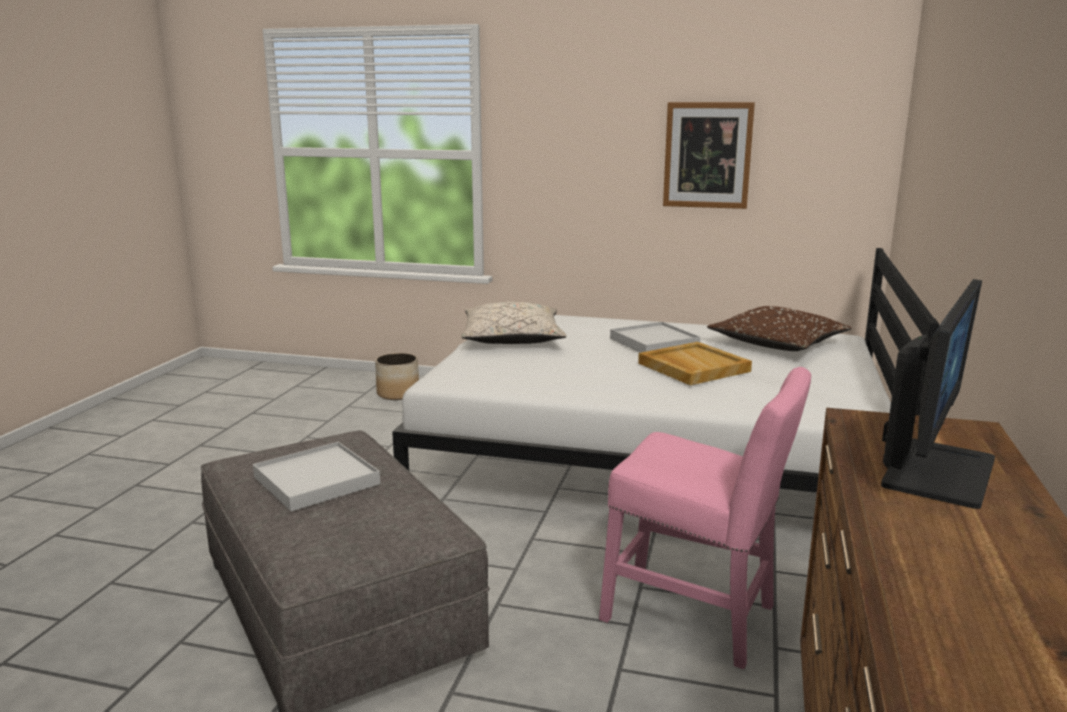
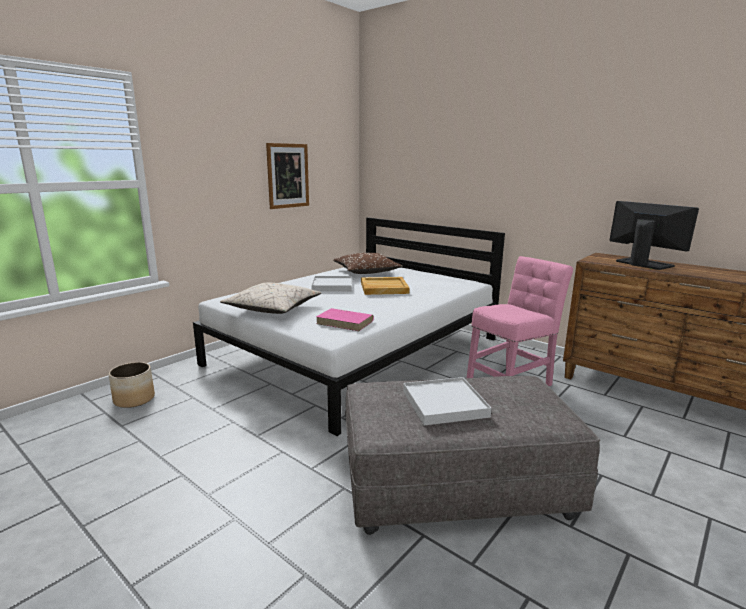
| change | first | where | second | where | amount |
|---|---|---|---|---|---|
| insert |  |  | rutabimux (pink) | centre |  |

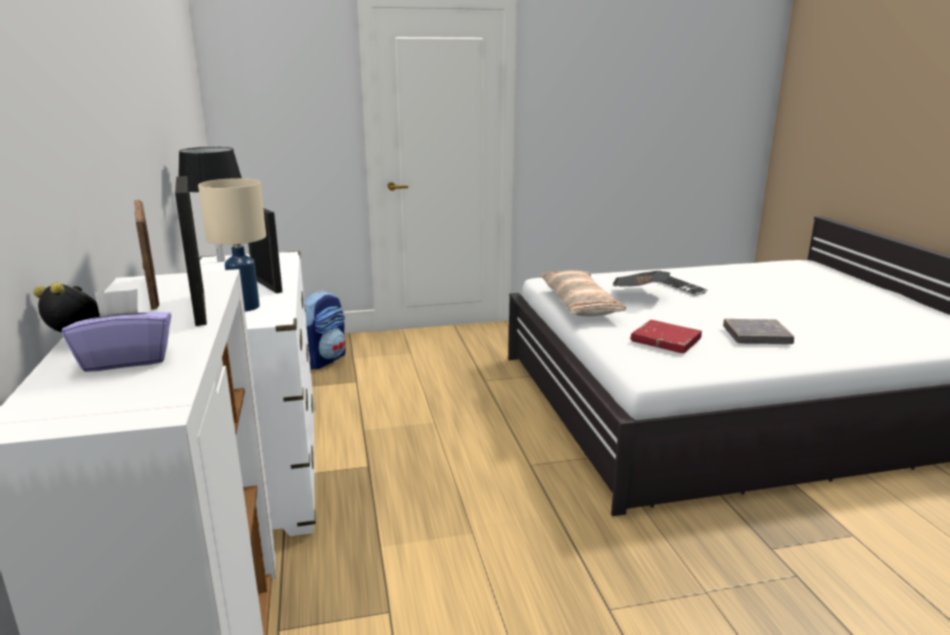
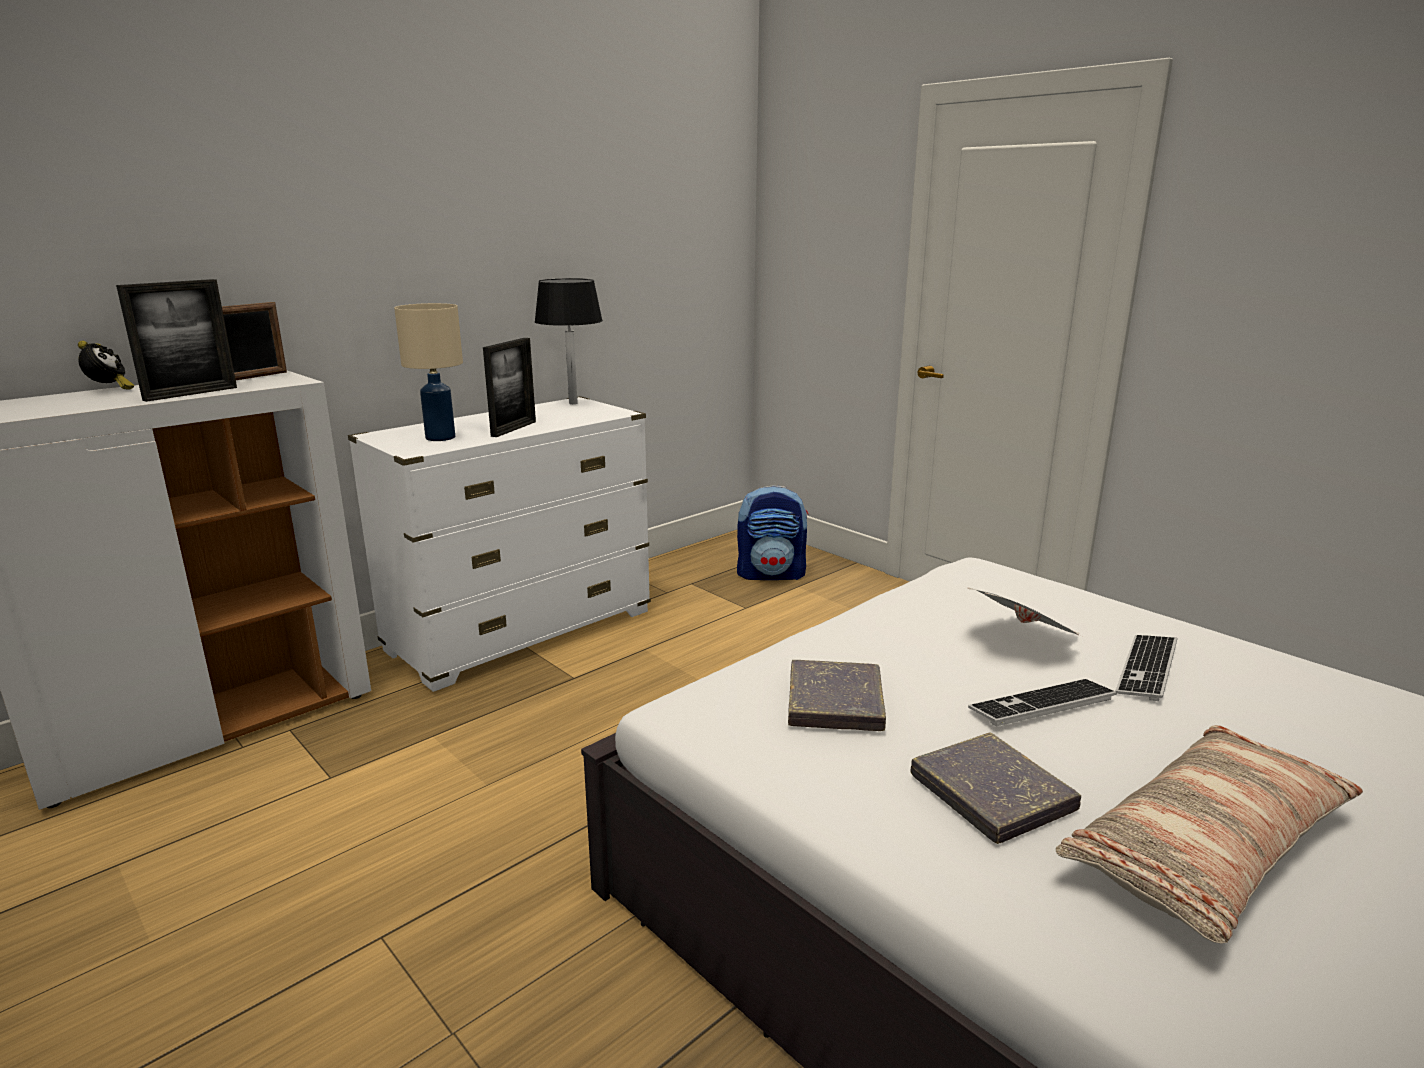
| change | first | where | second | where | amount |
|---|---|---|---|---|---|
| move | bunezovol | centre |  | bottom right |  |
| delete | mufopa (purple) | middle left |  |  |  |
| recolor | rutabimux (red) | middle right | rutabimux (grey) (1st from left) | centre |  |
| insert |  |  | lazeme (1st from left) | middle right |  |

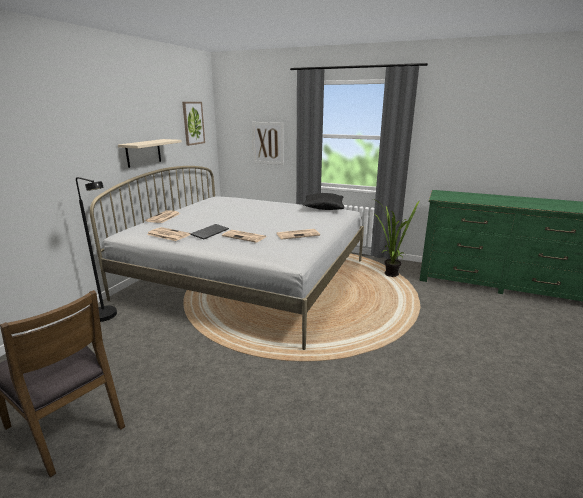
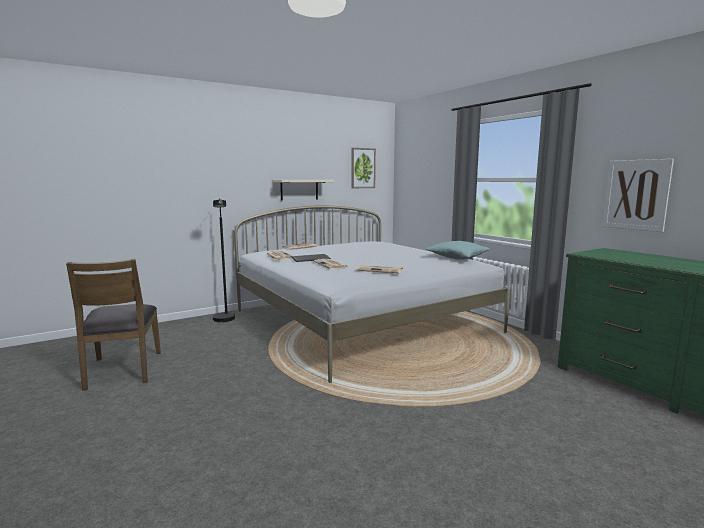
| change | first | where | second | where | amount |
|---|---|---|---|---|---|
| move | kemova (2nd from left) | top centre |  | middle right |  |
| recolor | bunezovol (black) | centre | bunezovol (turquoise) | centre |  |
| delete | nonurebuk | middle right |  |  |  |

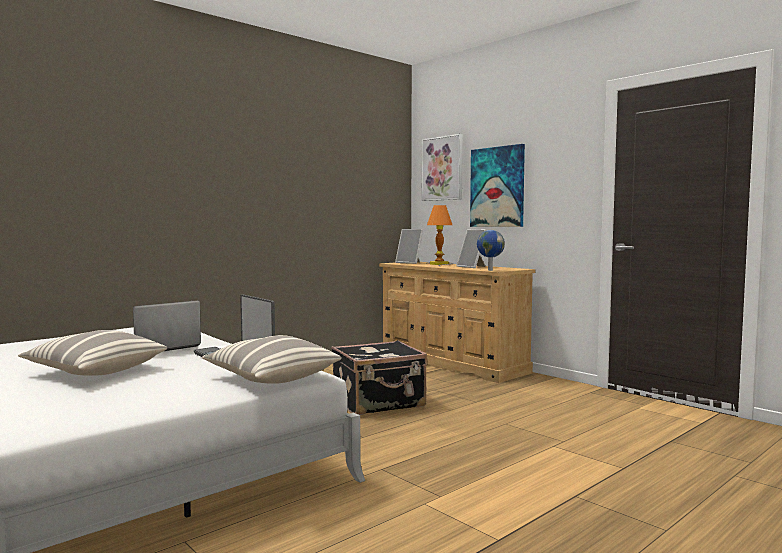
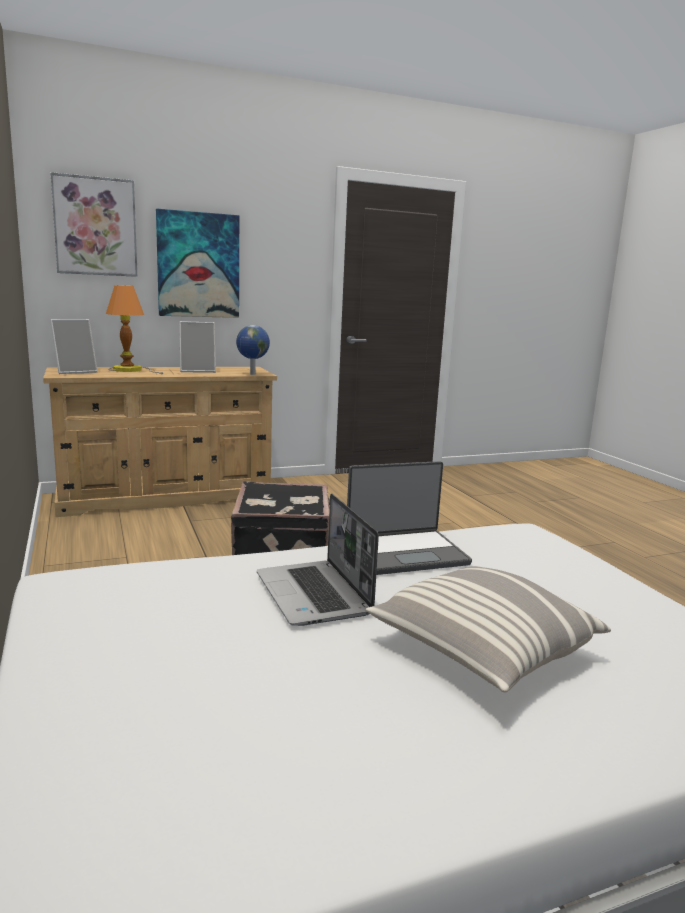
| change | first | where | second | where | amount |
|---|---|---|---|---|---|
| delete | bunezovol (2nd from left) | centre |  |  |  |

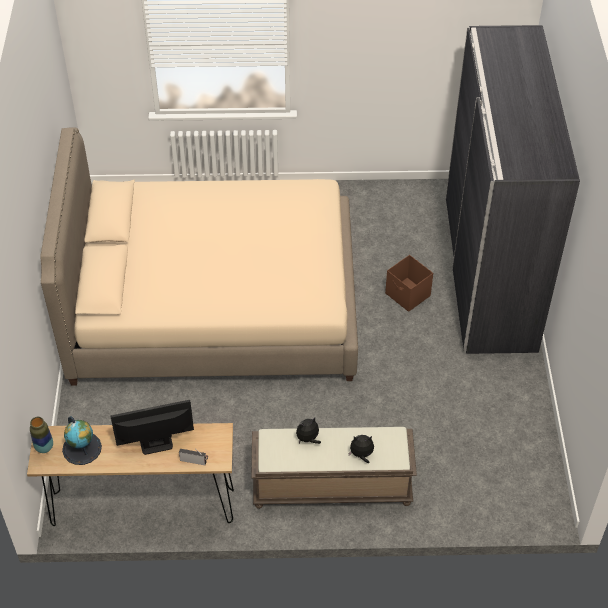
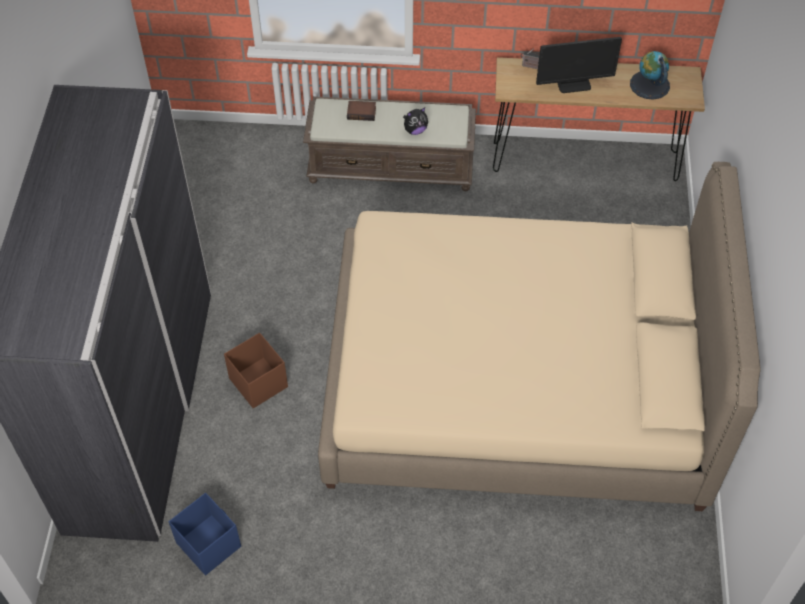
| change | first | where | second | where | amount |
|---|---|---|---|---|---|
| delete | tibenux | bottom left |  |  |  |
| replace | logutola (2nd from left) | bottom centre | rutabimux | top centre |  |
| insert |  |  | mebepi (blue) | bottom left |  |

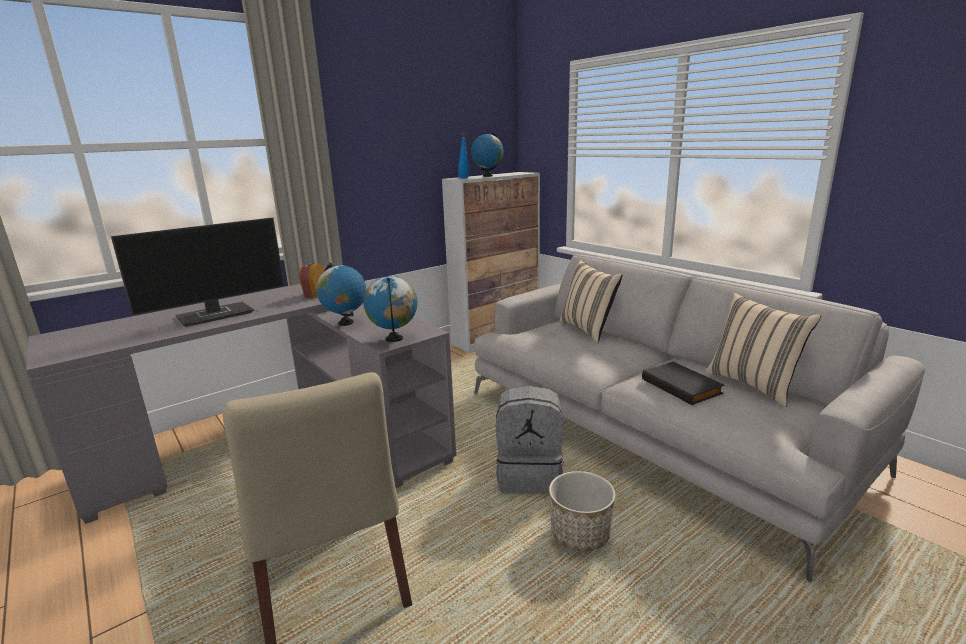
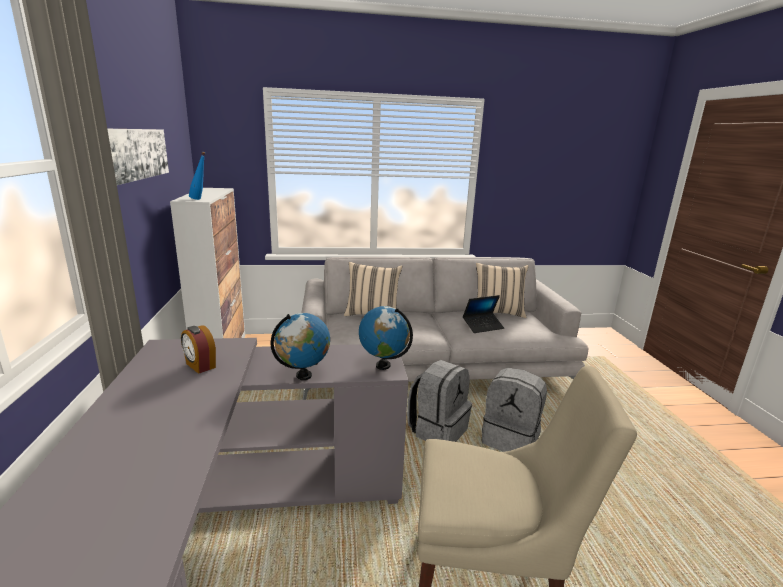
| change | first | where | second | where | amount |
|---|---|---|---|---|---|
| delete | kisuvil (3rd from left) | top centre |  |  |  |
| delete | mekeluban | middle left |  |  |  |
| replace | rutabimux (black) | middle right | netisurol | centre |  |
| replace | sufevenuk | bottom centre | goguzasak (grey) (2nd from left) | bottom centre |  |
| insert |  |  | kemova | top left |  |

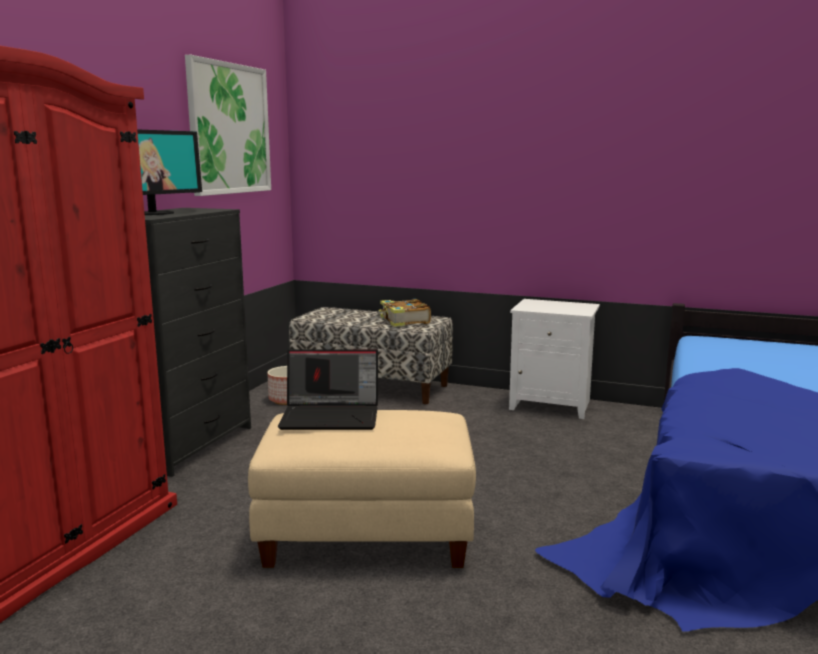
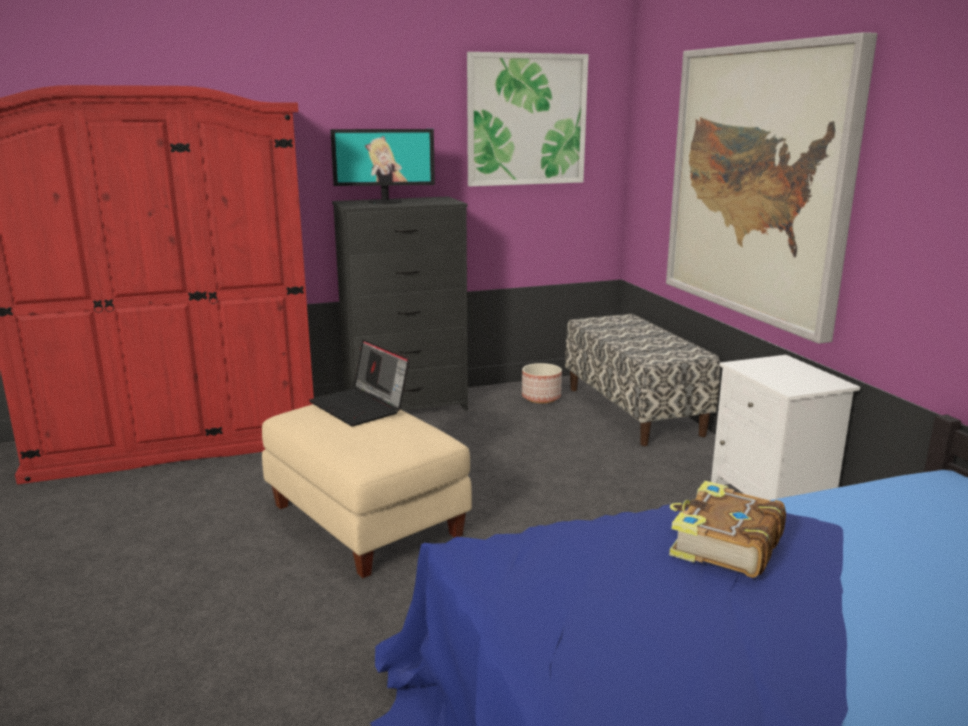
| change | first | where | second | where | amount |
|---|---|---|---|---|---|
| move | rutabimux | centre |  | bottom right |  |
| insert |  |  | kemova (2nd from left) | top right |  |

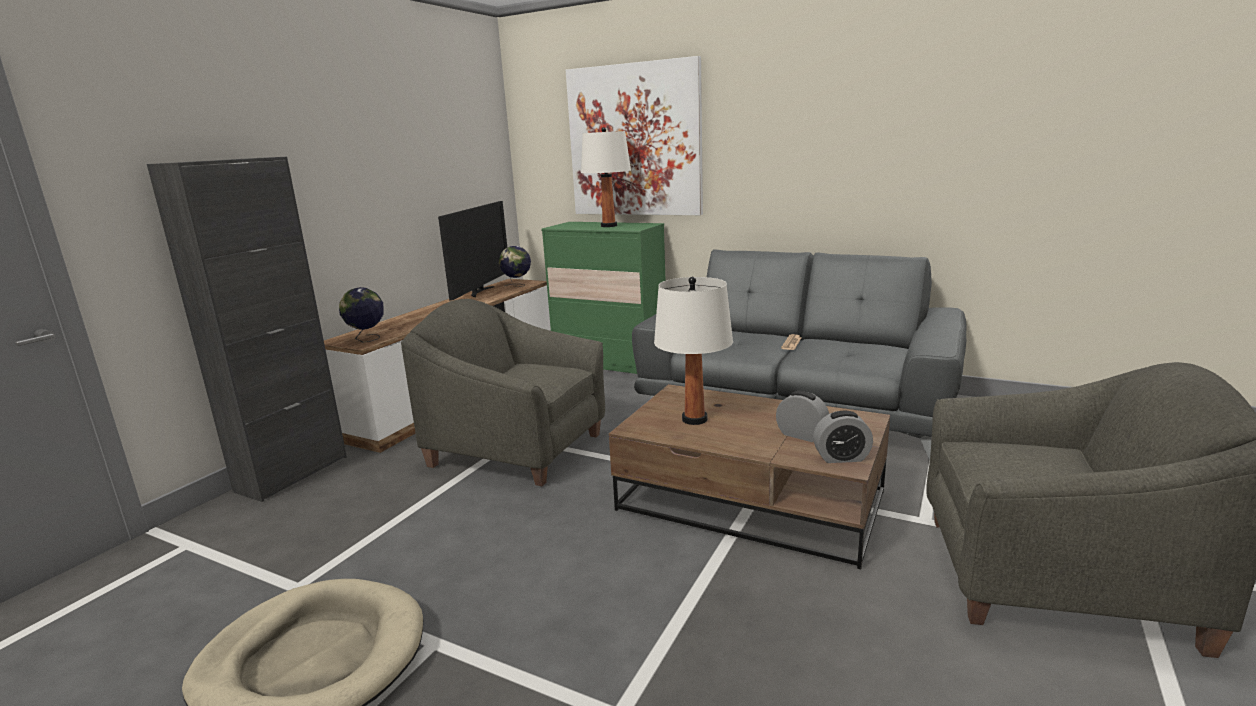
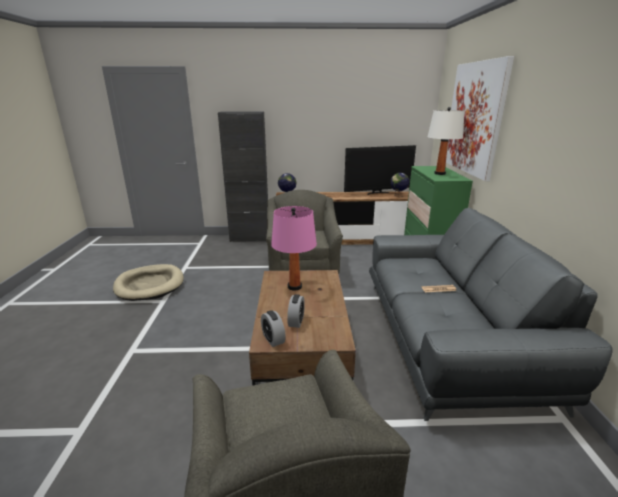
| change | first | where | second | where | amount |
|---|---|---|---|---|---|
| recolor | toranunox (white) (2nd from left) | centre | toranunox (pink) | centre |  |

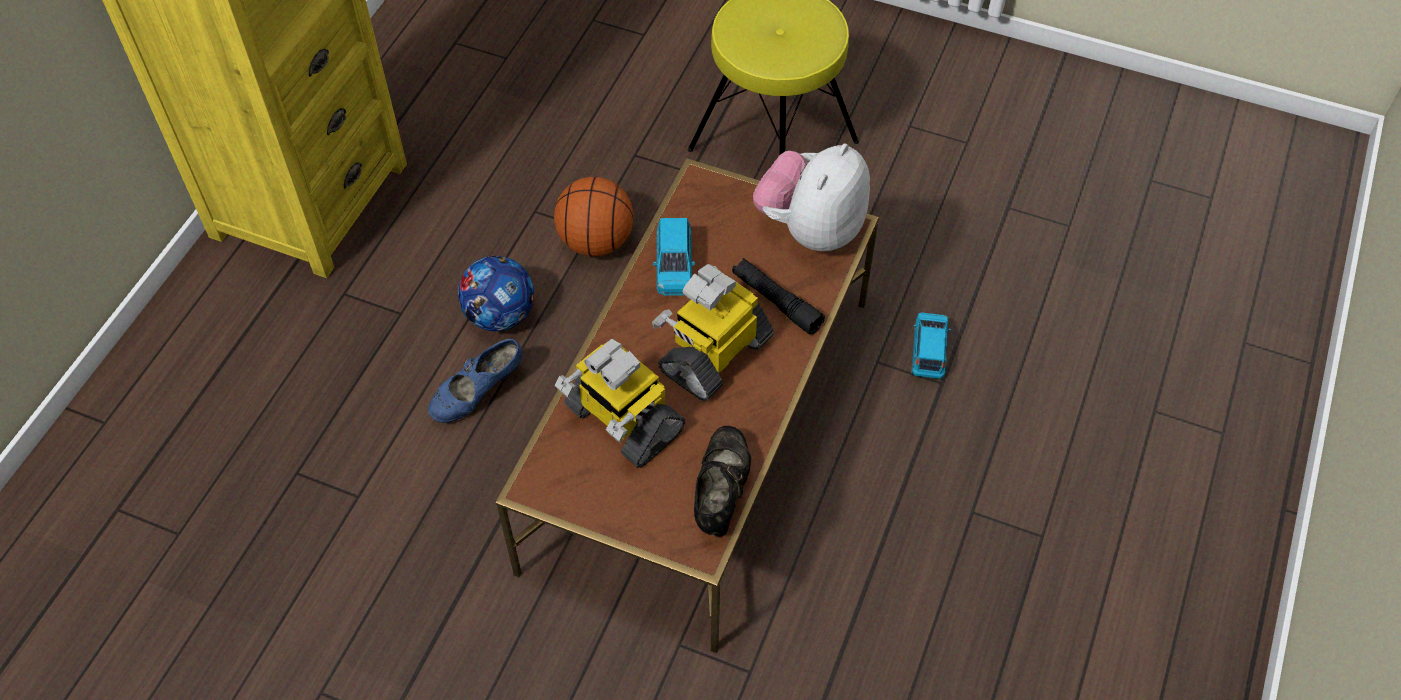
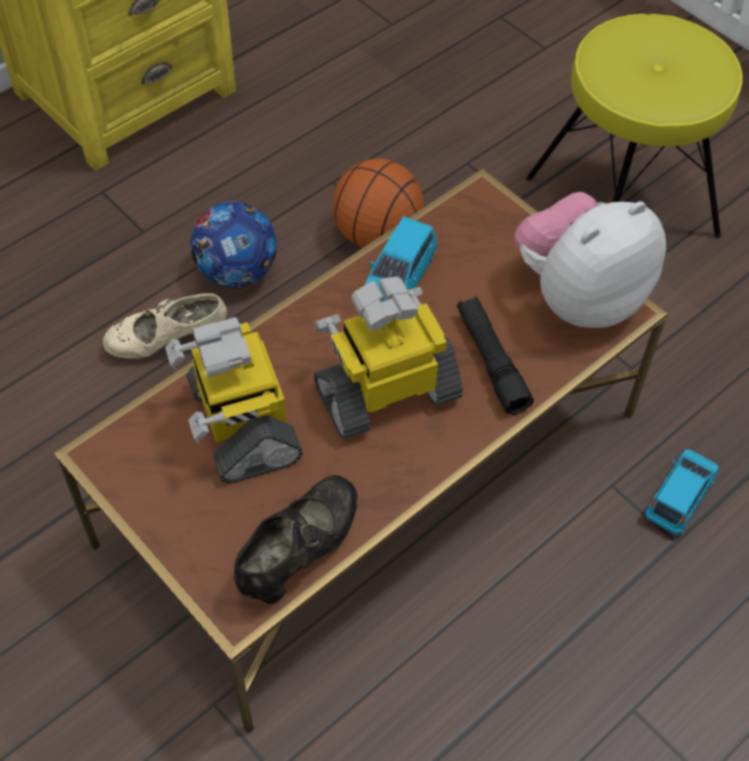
| change | first | where | second | where | amount |
|---|---|---|---|---|---|
| recolor | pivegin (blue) | centre | pivegin (beige) | middle left |  |

